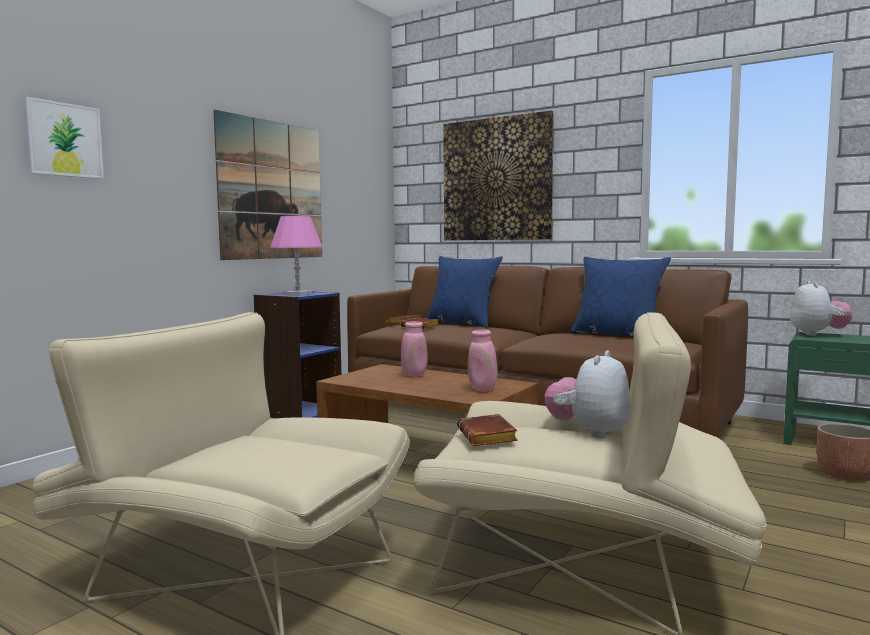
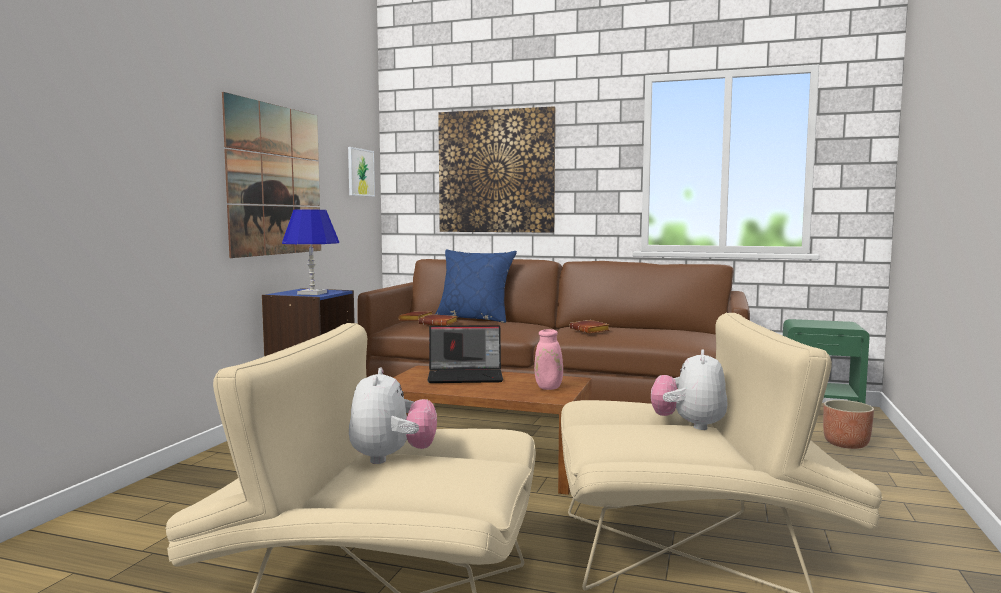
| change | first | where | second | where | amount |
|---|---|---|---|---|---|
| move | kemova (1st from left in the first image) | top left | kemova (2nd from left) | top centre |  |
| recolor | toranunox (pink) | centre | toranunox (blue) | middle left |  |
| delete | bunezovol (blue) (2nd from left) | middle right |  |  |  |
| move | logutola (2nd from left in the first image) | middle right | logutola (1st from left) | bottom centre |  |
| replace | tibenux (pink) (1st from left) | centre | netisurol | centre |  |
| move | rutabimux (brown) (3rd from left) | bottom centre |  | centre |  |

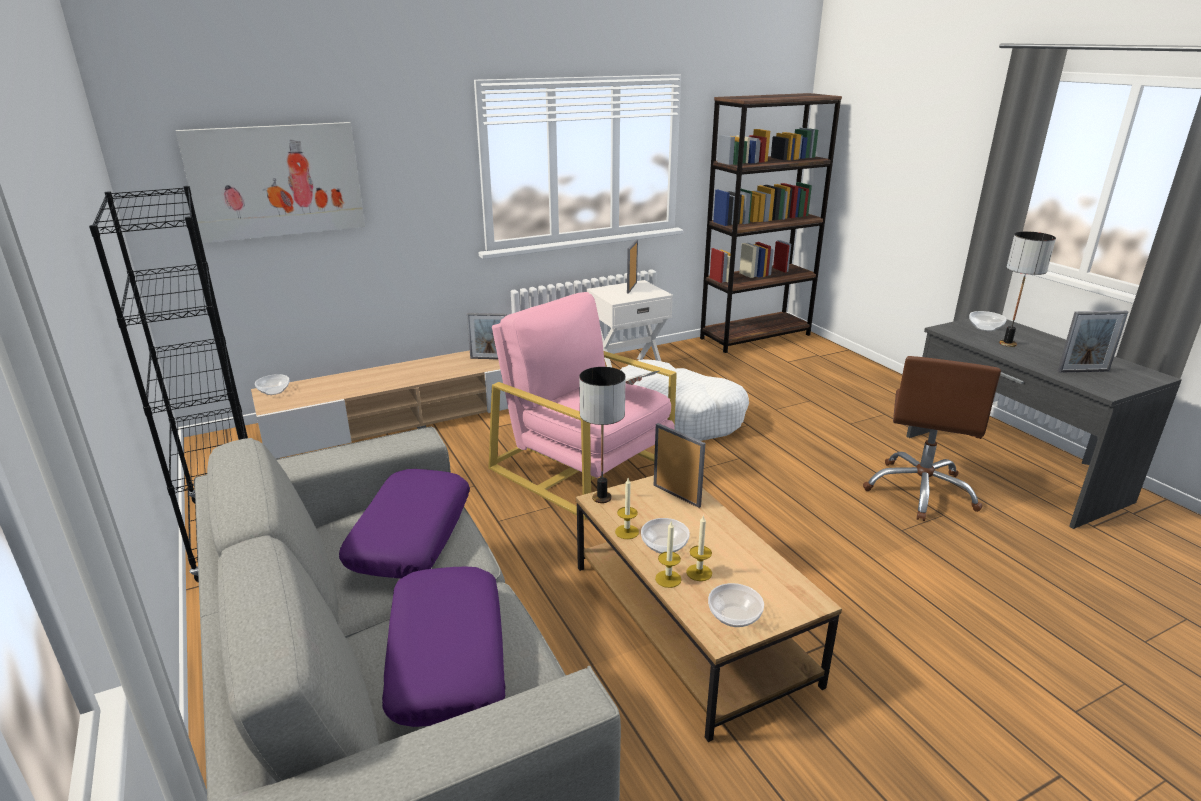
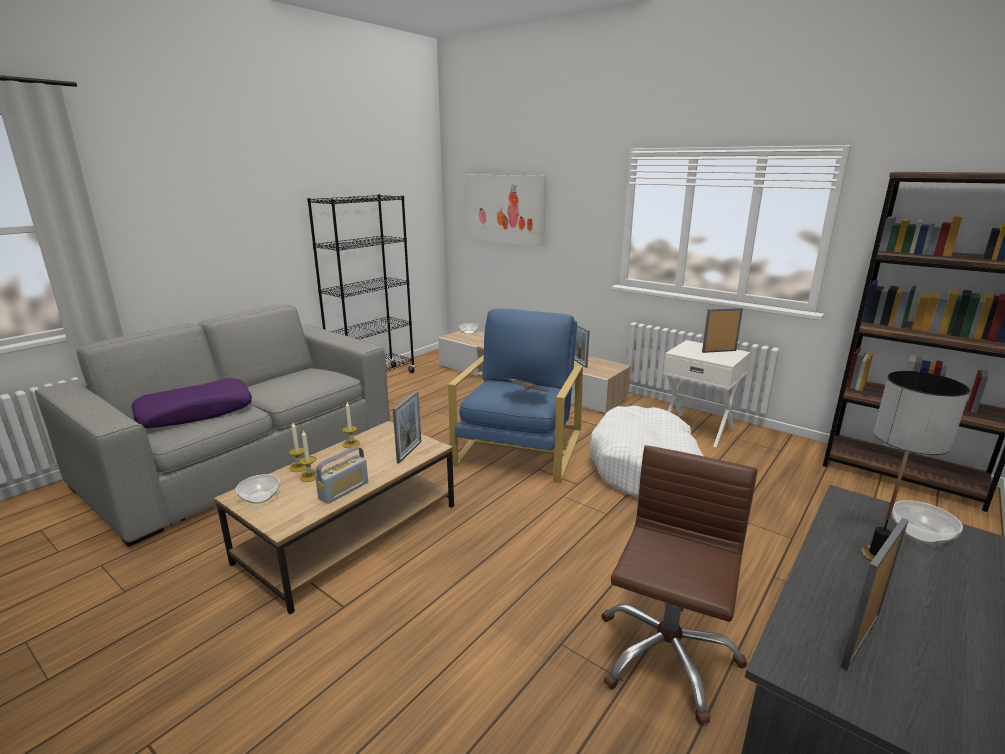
| change | first | where | second | where | amount |
|---|---|---|---|---|---|
| recolor | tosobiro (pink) | centre | tosobiro (blue) | centre |  |
| rotate | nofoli (4th from left) | middle right |  | bottom right | 75 degrees clockwise |
| rotate | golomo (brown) | middle right |  | bottom right | 120 degrees clockwise |
| delete | toranunox (1st from left) | centre |  |  |  |
| delete | bunezovol (purple) (1st from left) | centre |  |  |  |
| delete | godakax (2nd from left) | bottom centre |  |  |  |
| insert |  |  | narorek | centre |  |

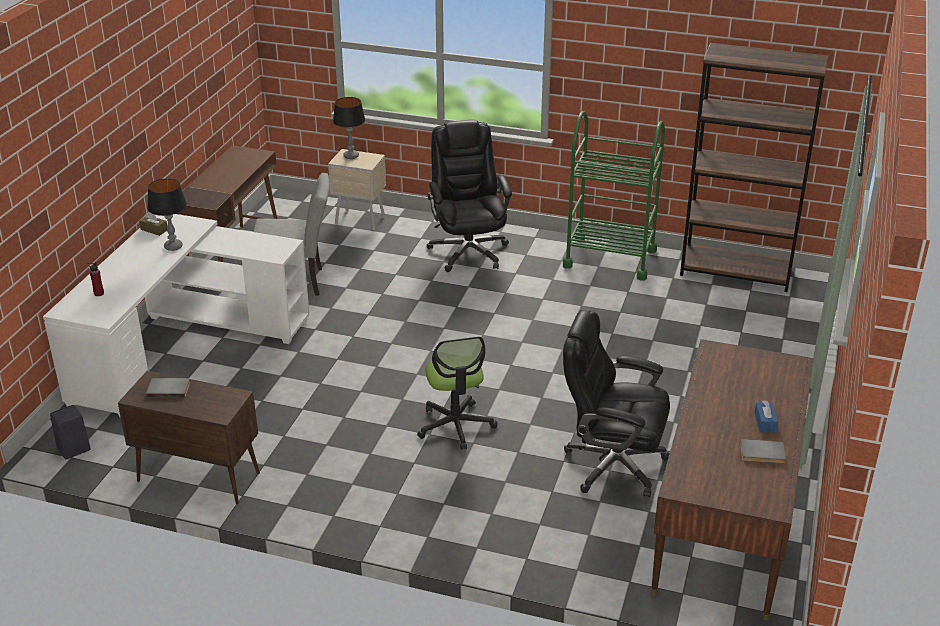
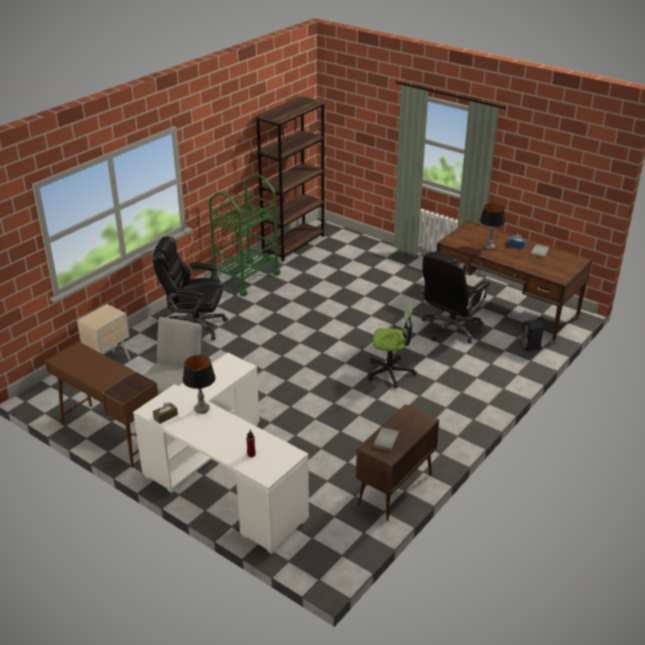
| change | first | where | second | where | amount |
|---|---|---|---|---|---|
| move | toranunox (2nd from left) | top centre |  | middle right |  |
| move | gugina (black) | bottom left |  | middle right |  |

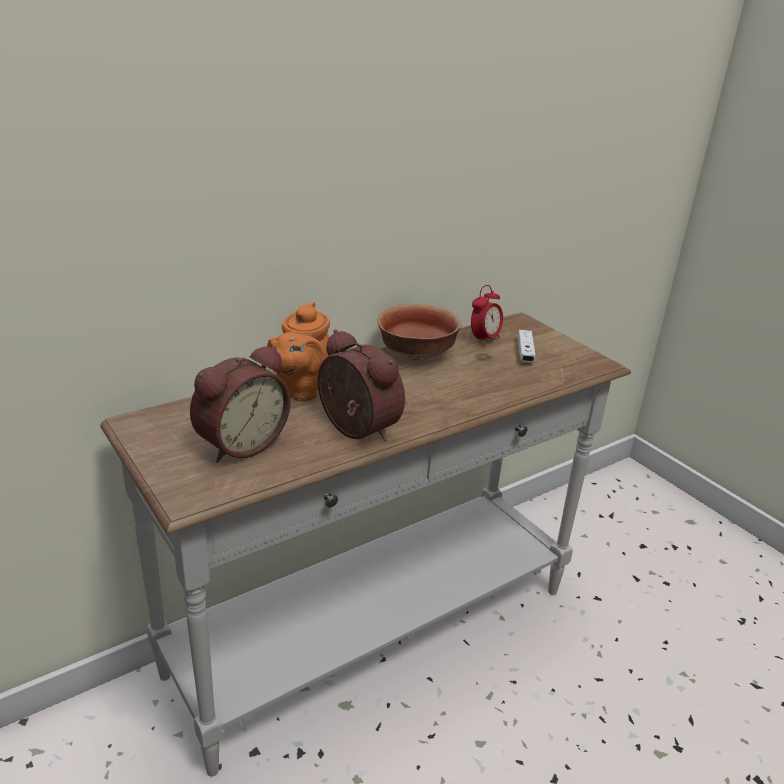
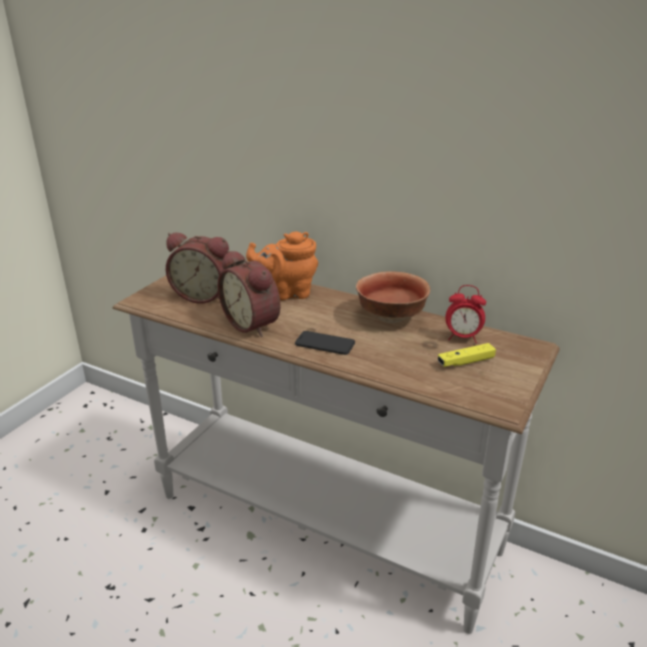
| change | first | where | second | where | amount |
|---|---|---|---|---|---|
| rotate | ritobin (2nd from left) | centre |  | centre | 120 degrees clockwise |
| recolor | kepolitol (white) | middle right | kepolitol (yellow) | middle right |  |
| insert |  |  | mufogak | centre |  |

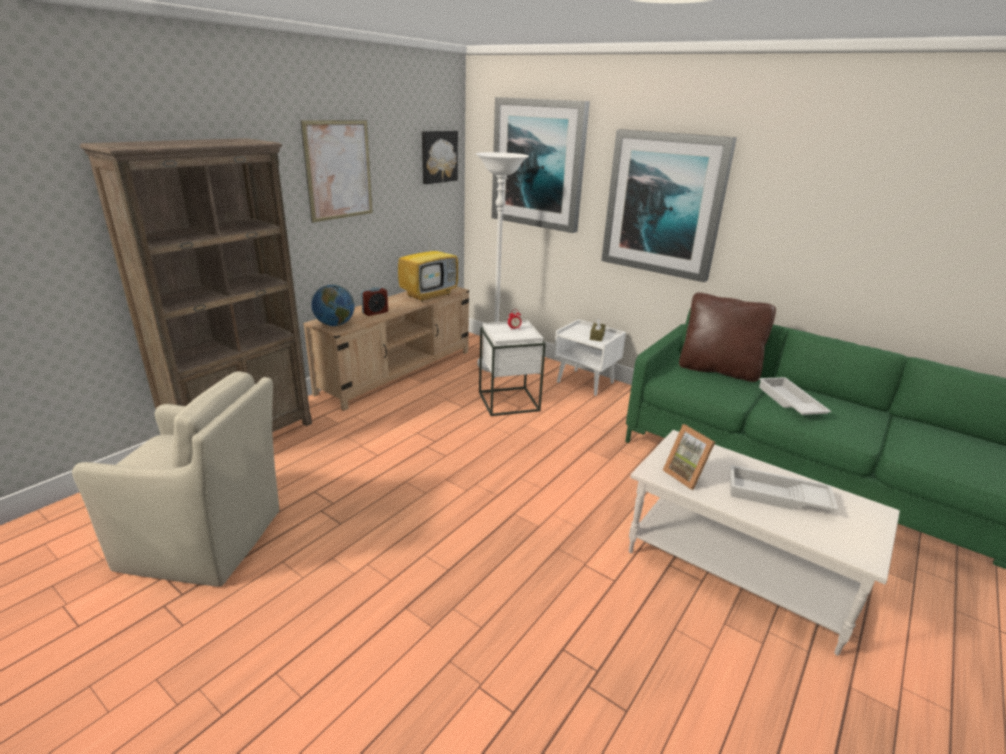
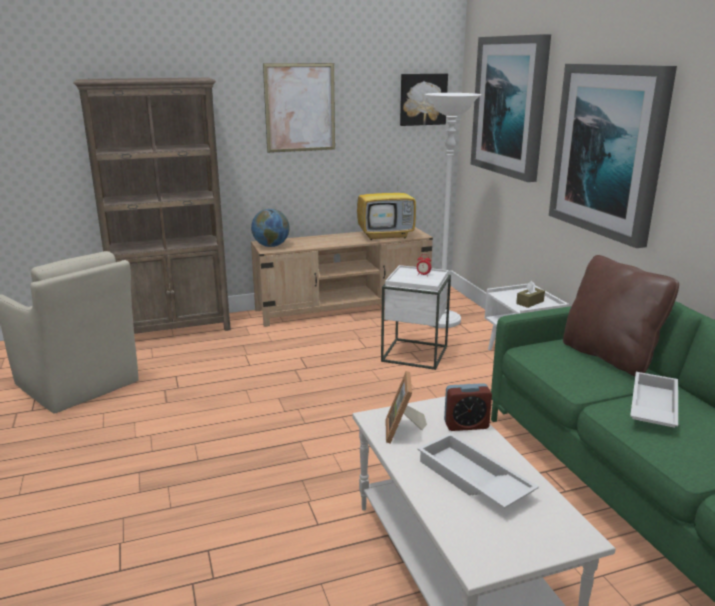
| change | first | where | second | where | amount |
|---|---|---|---|---|---|
| move | ritobin (1st from left in the first image) | centre | ritobin (2nd from left) | bottom centre |  |

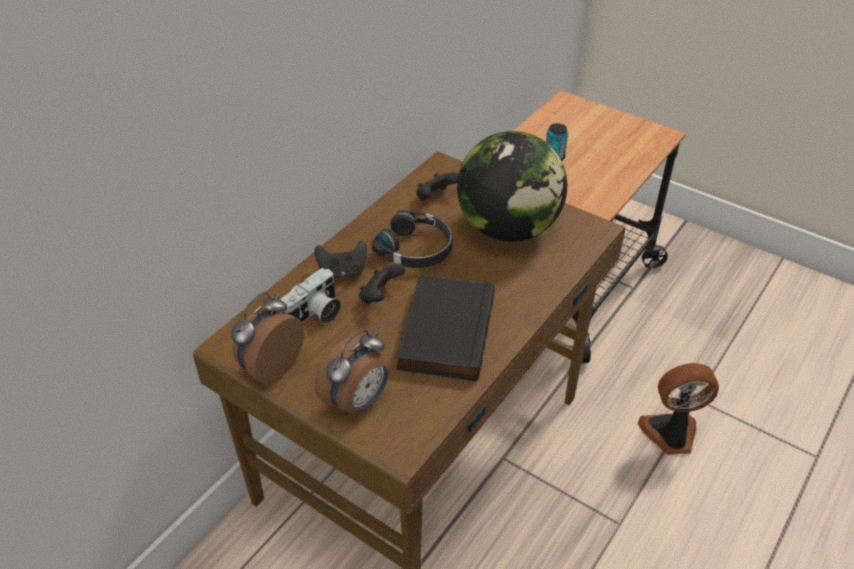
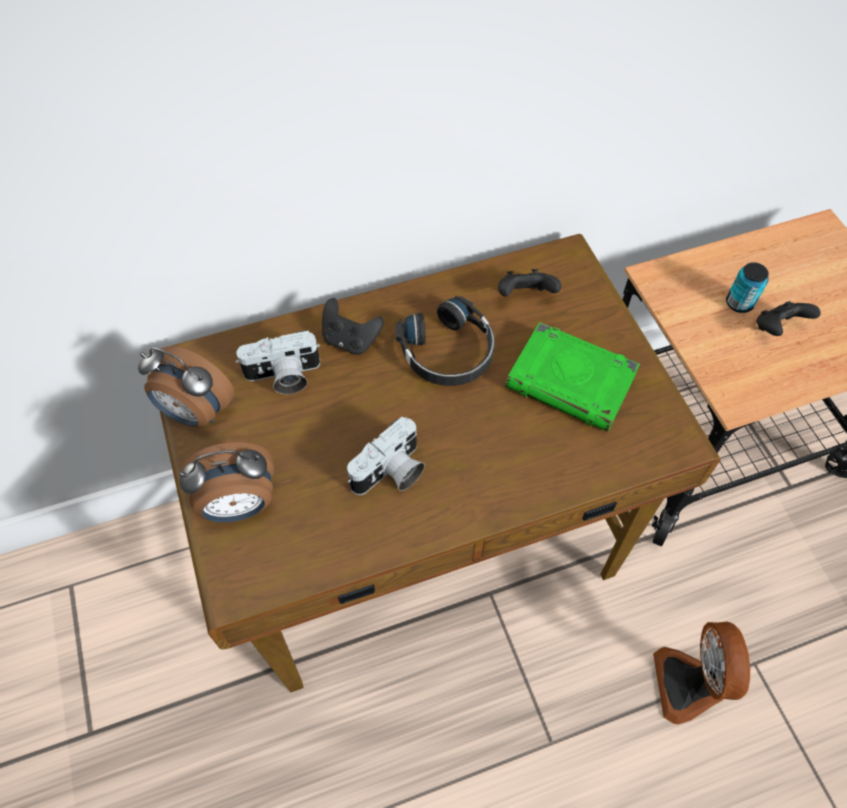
| change | first | where | second | where | amount |
|---|---|---|---|---|---|
| replace | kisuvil | top centre | rutabimux (green) | middle right |  |
| move | kepolitol (black) (2nd from left in the first image) | centre | kepolitol (black) (3rd from left) | middle right |  |
| replace | rutabimux (black) | centre | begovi (2nd from left) | centre |  |
| rotate | ritobin (1st from left) | middle left |  | middle left | 135 degrees counterclockwise |
| rotate | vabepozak | bottom right |  | bottom right | 120 degrees counterclockwise |

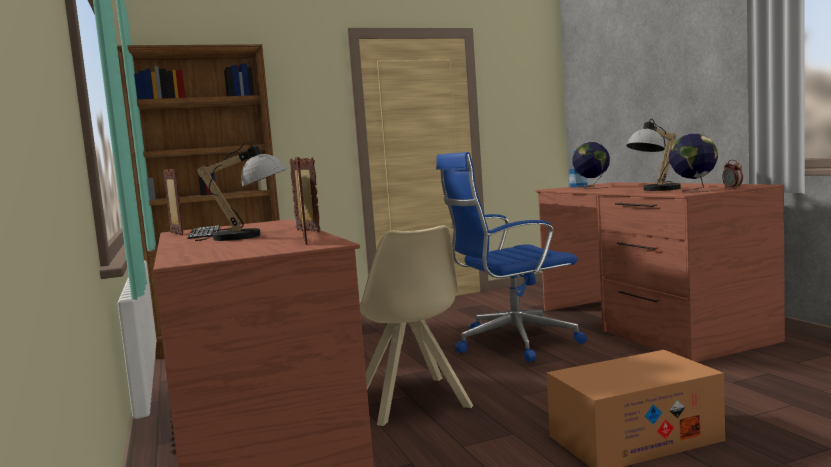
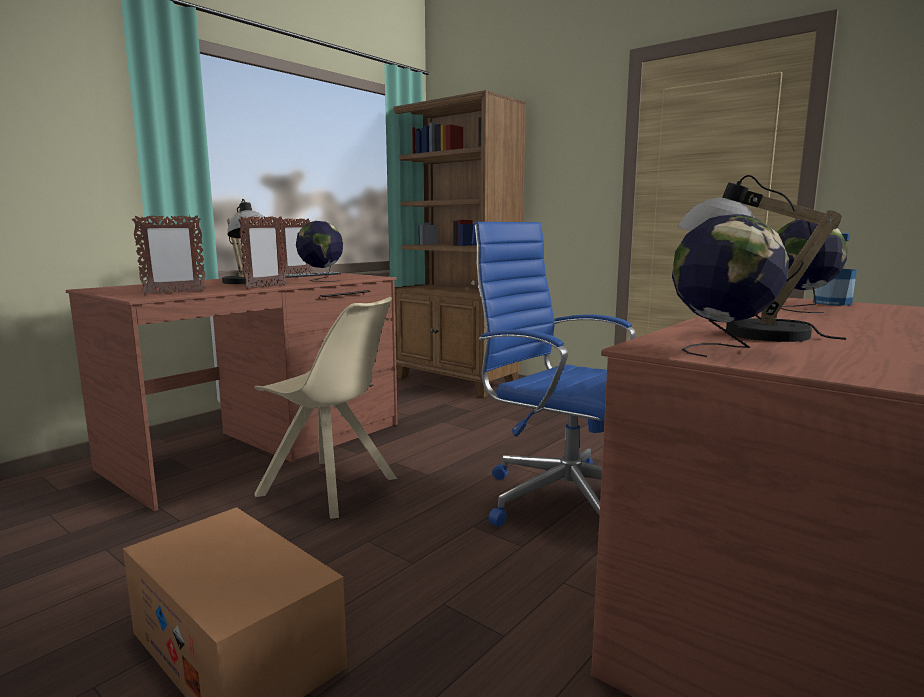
| change | first | where | second | where | amount |
|---|---|---|---|---|---|
| delete | ritobin | middle right |  |  |  |
| rotate | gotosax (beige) | bottom centre |  | centre | 105 degrees counterclockwise |
| insert |  |  | kisuvil (1st from left) | centre |  |

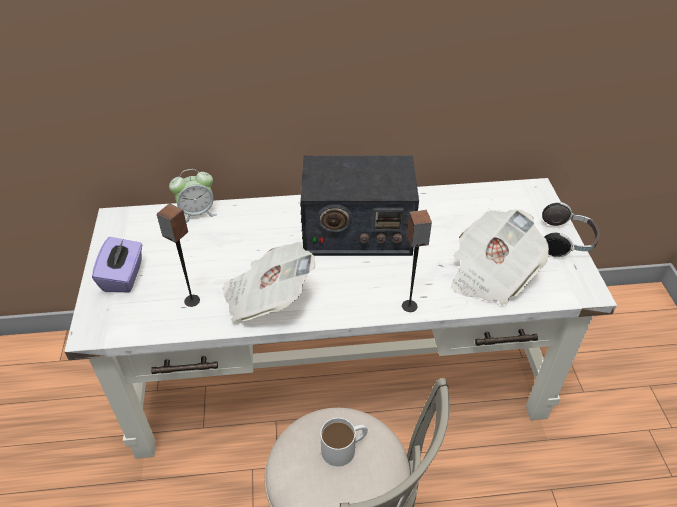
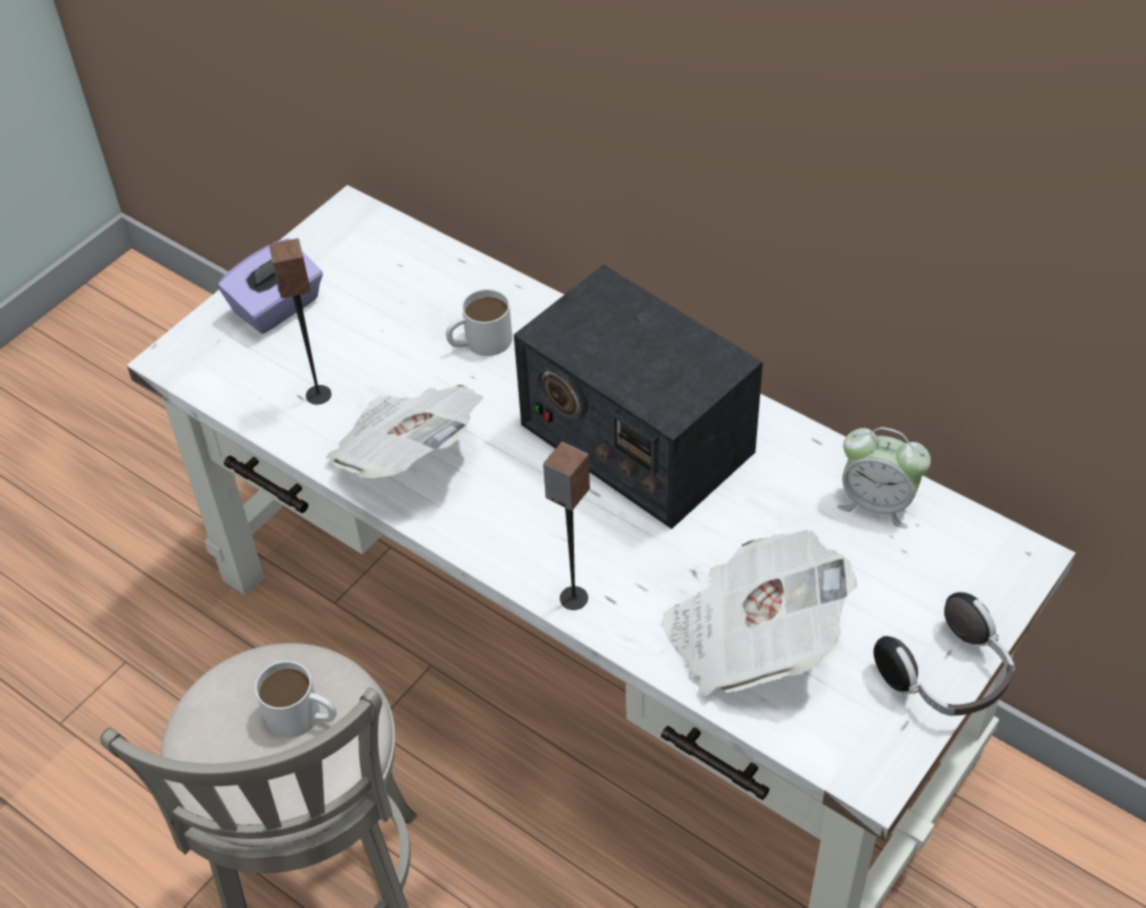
| change | first | where | second | where | amount |
|---|---|---|---|---|---|
| move | ritobin | middle left |  | middle right |  |
| insert |  |  | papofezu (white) (2nd from left) | centre |  |

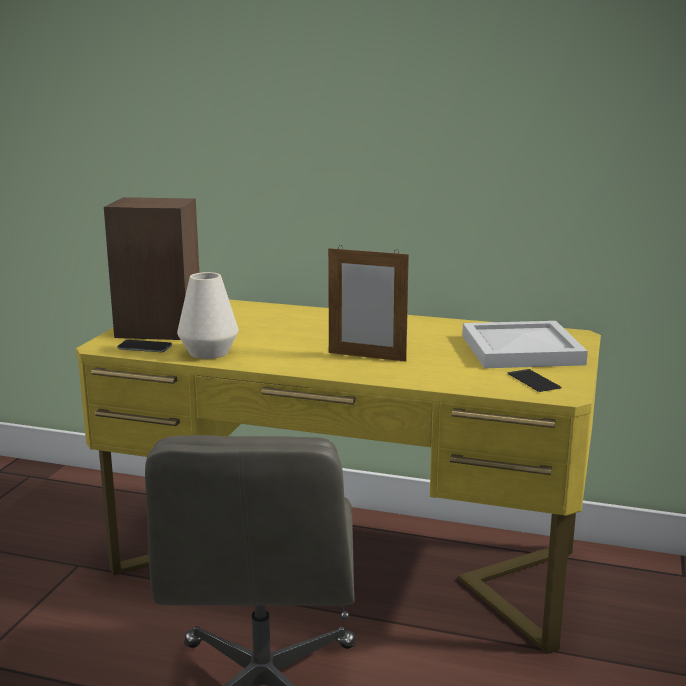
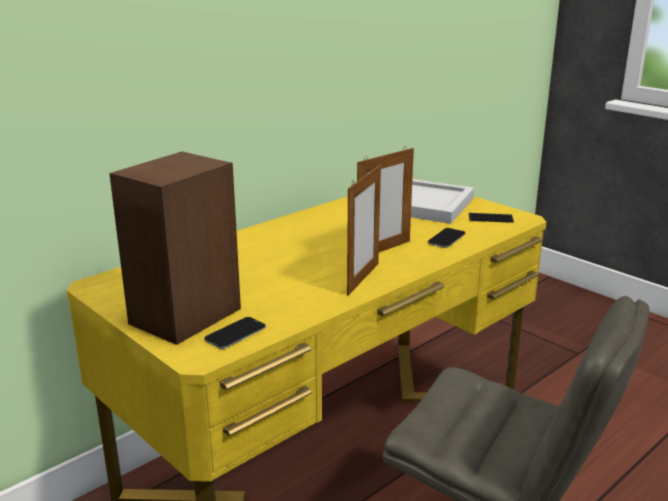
| change | first | where | second | where | amount |
|---|---|---|---|---|---|
| delete | tibenux (white) | middle left |  |  |  |
| insert |  |  | nofoli (1st from left) | centre |  |
| insert |  |  | mufogak (2nd from left) | middle right |  |

